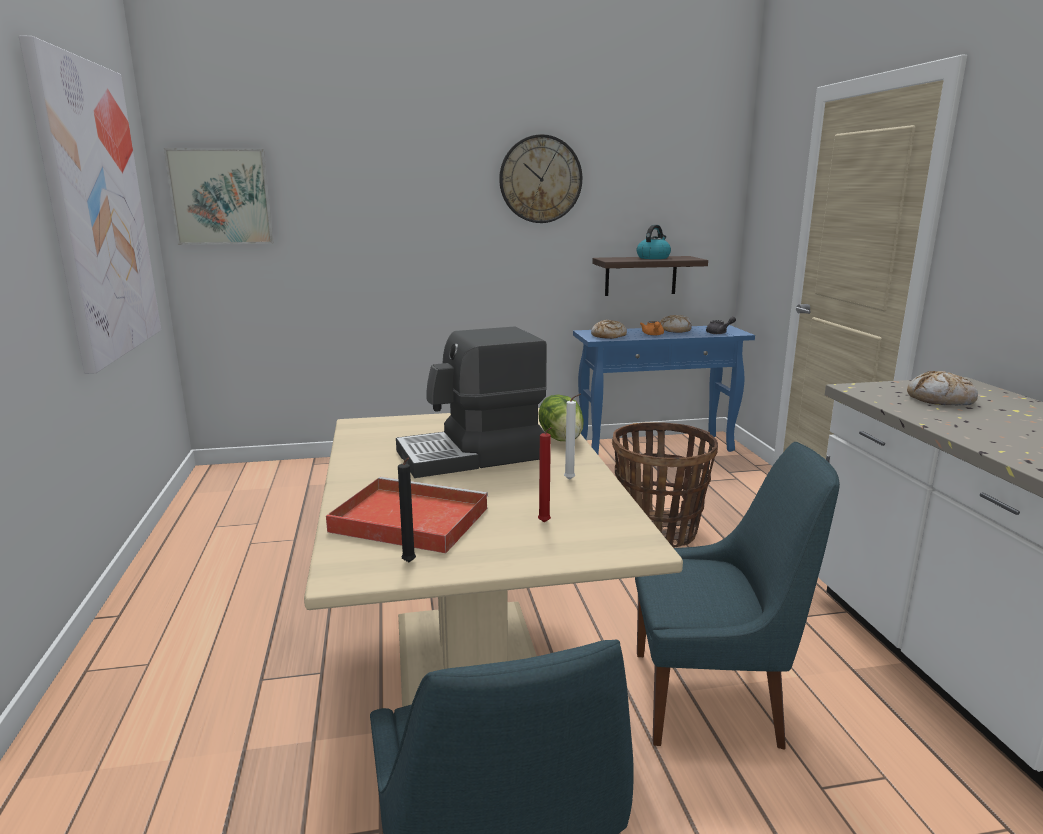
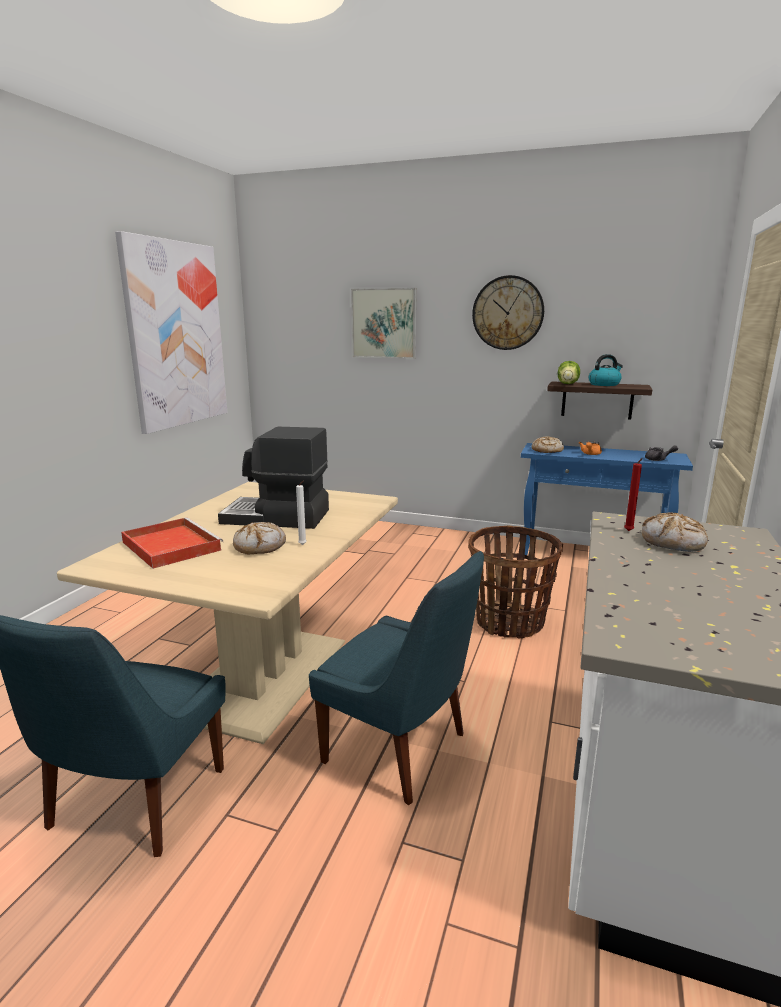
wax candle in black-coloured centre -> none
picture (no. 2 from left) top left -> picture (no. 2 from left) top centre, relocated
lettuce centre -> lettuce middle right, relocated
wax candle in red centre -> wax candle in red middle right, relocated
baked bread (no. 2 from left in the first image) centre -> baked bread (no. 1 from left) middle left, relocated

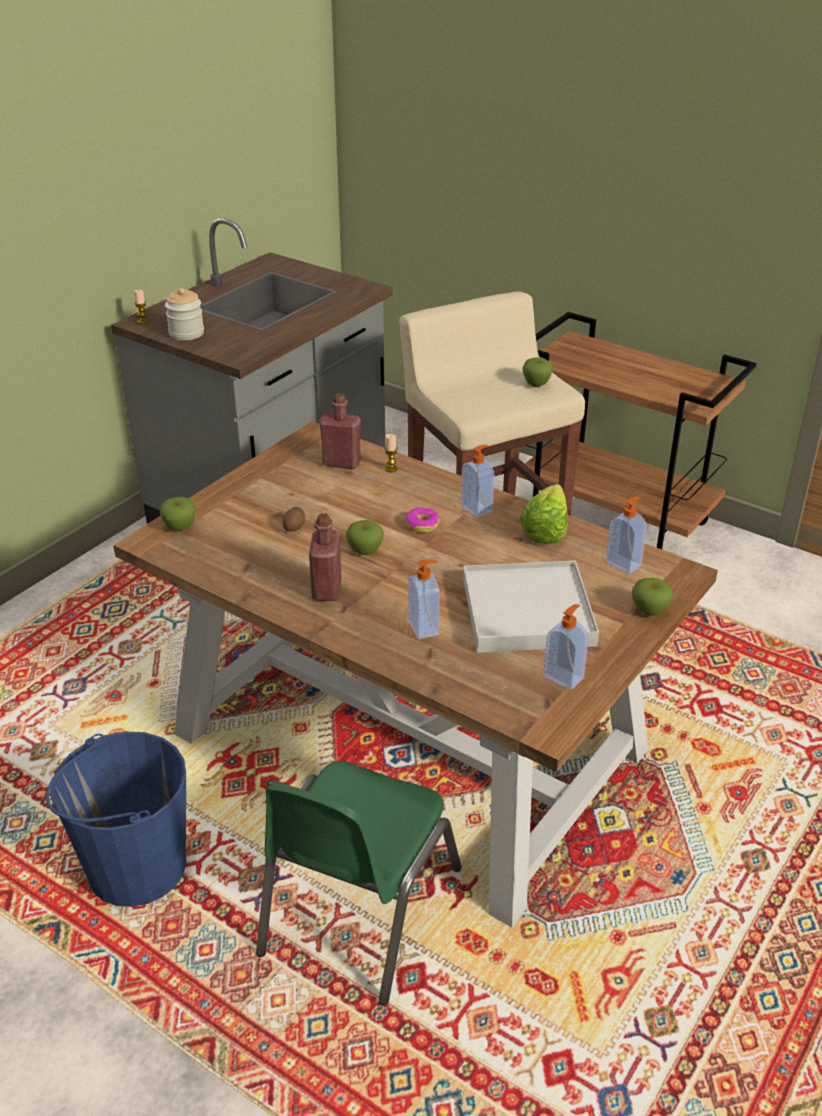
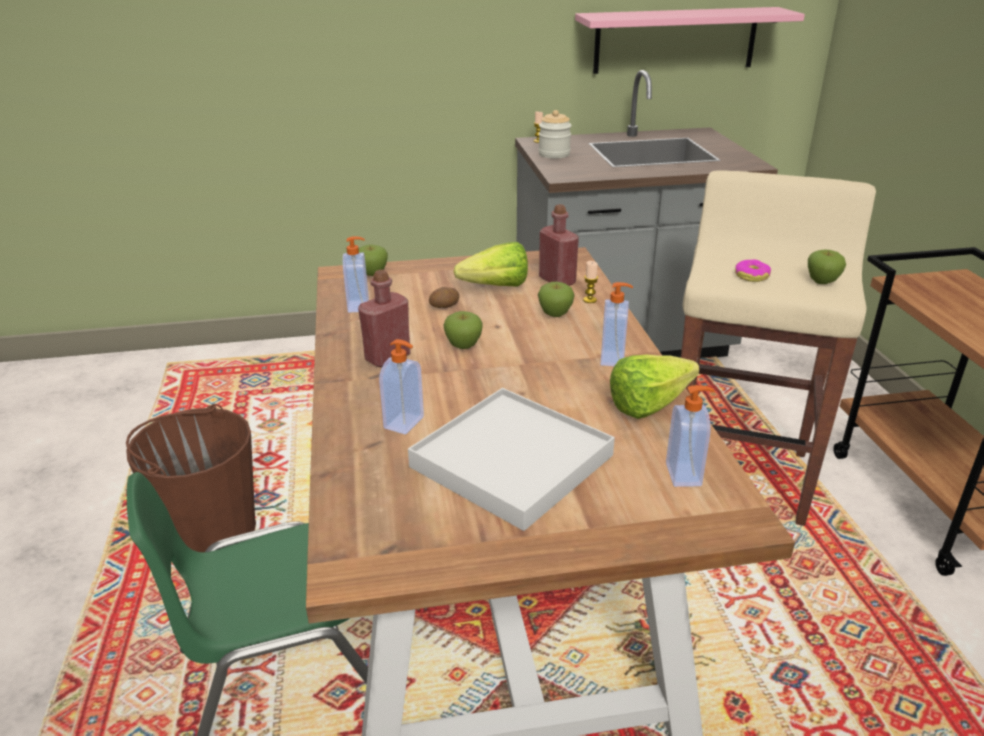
none -> lettuce (no. 1 from left) centre
none -> wall shelf in pink-coloured top right
ring doughnut centre -> ring doughnut middle right, relocated
soap bottle (no. 3 from left in the first image) middle right -> soap bottle (no. 1 from left) centre, relocated
apple fruit (no. 4 from left in the first image) middle right -> apple fruit (no. 3 from left) centre, relocated
bucket in bluish bottom left -> bucket in brown-coloured middle left

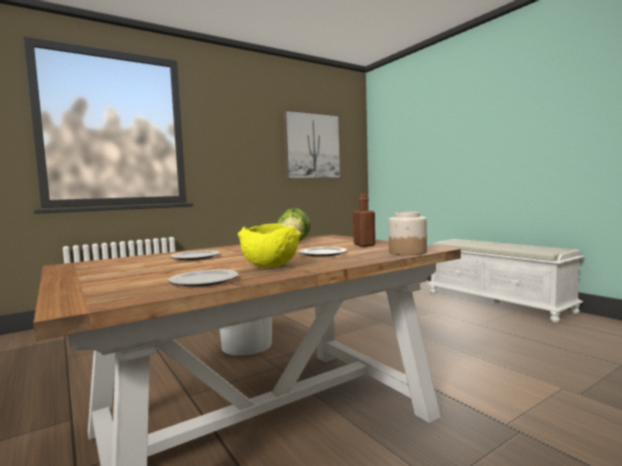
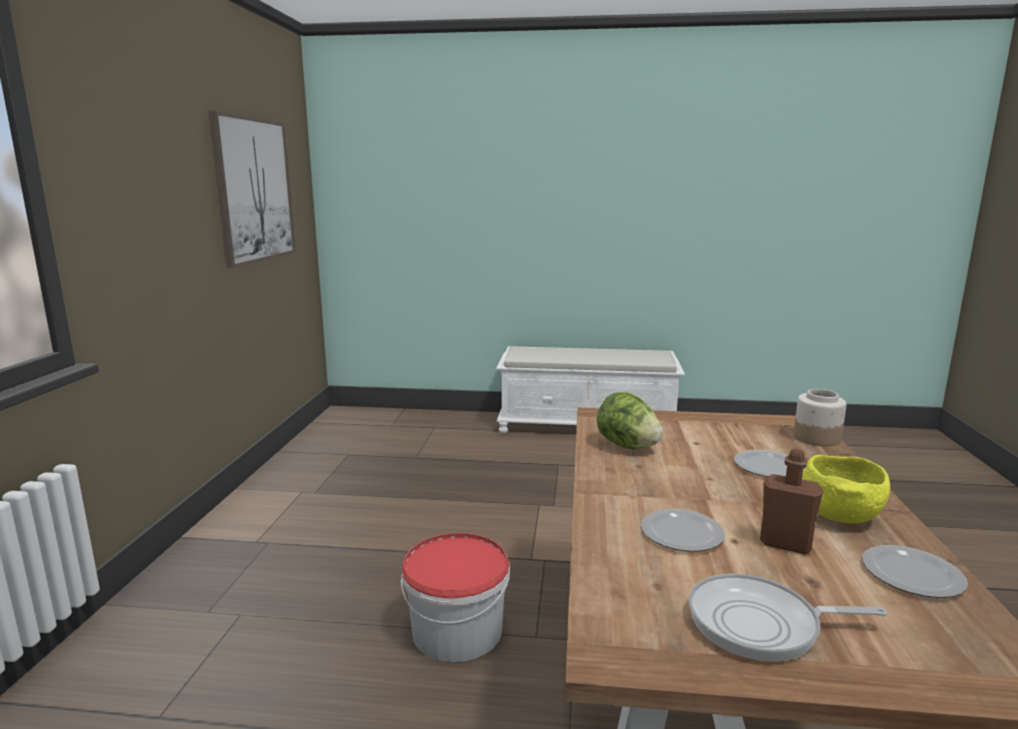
none -> pan bottom right
drink bottle in brown-coloured centre -> drink bottle in brown-coloured bottom right, relocated

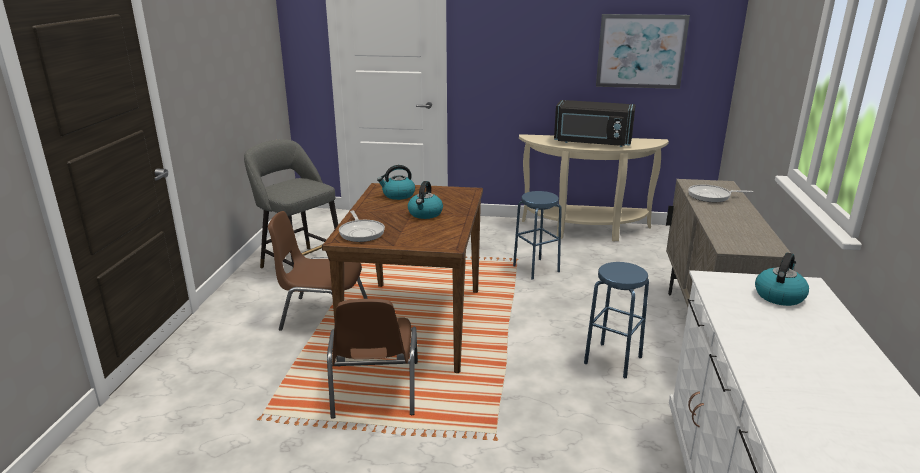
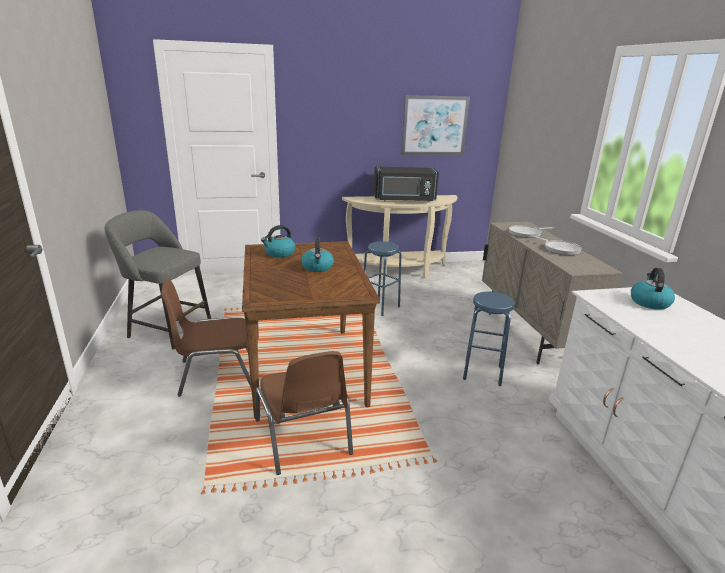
pan (no. 1 from left in the first image) centre -> pan (no. 2 from left) middle right, relocated

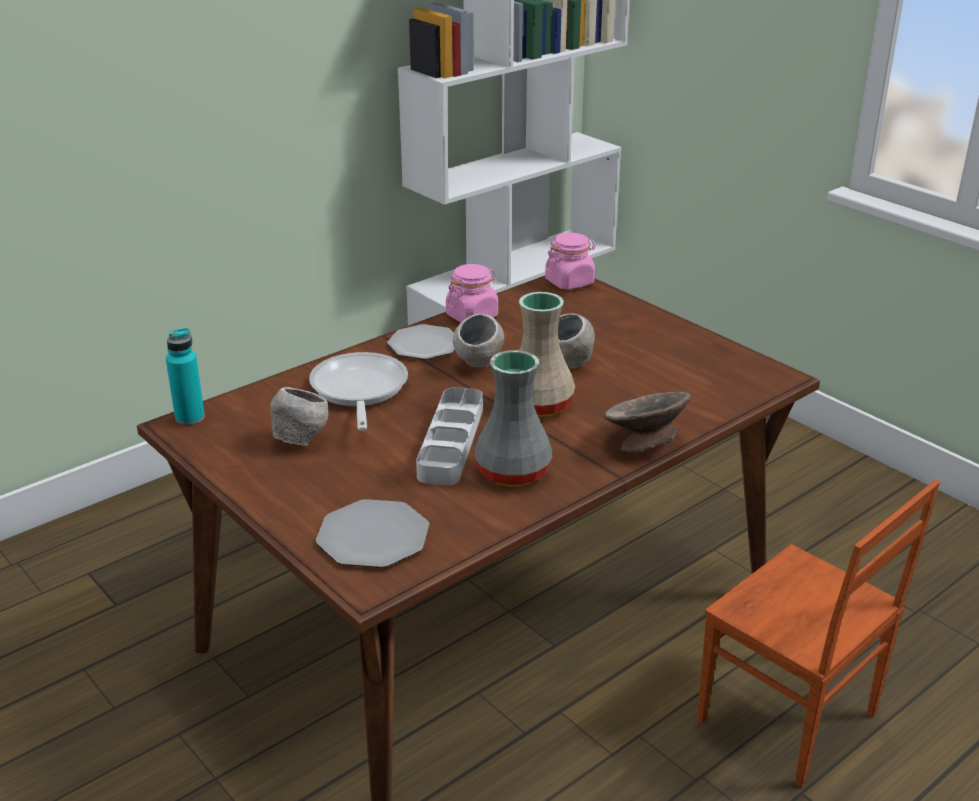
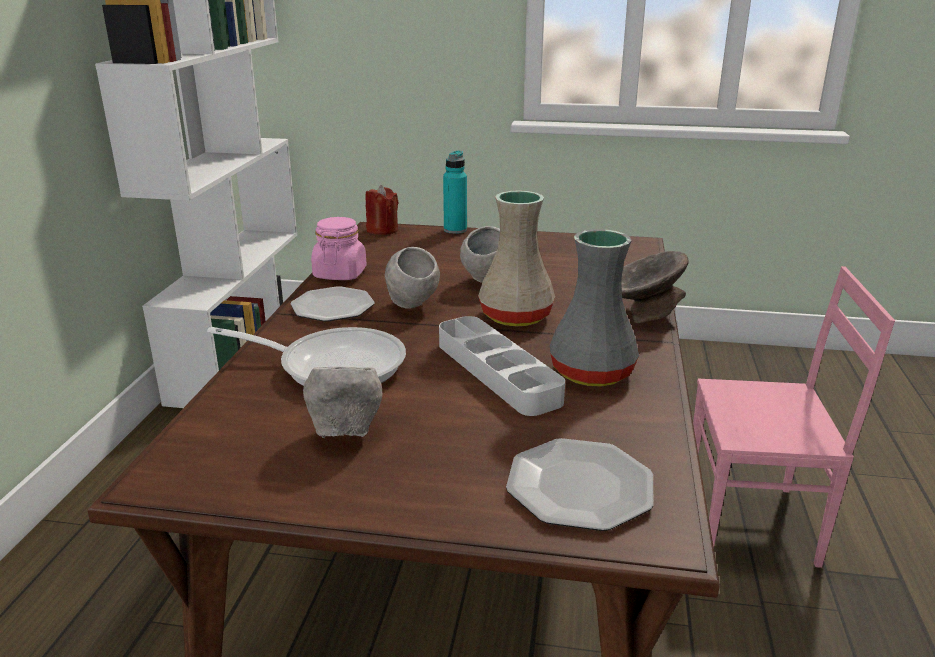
drink bottle in turquoise middle left -> drink bottle in turquoise top centre, relocated
preserve jar in pink-coloured (no. 2 from left) top centre -> wax candle in red top centre
plain chair in brown-coloured bottom right -> plain chair in pink-coloured middle right
pan centre -> pan middle left, 150 degrees clockwise

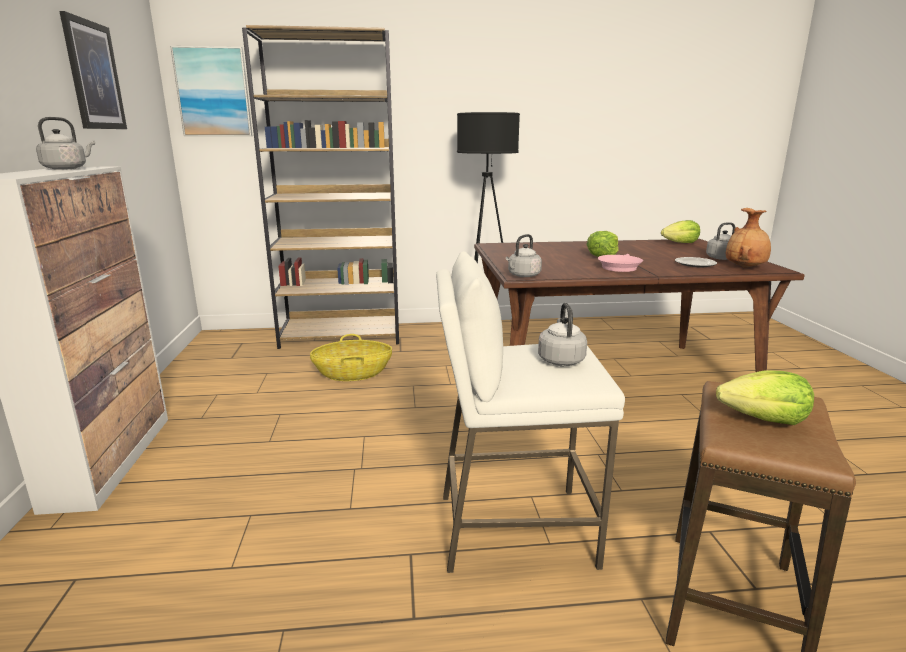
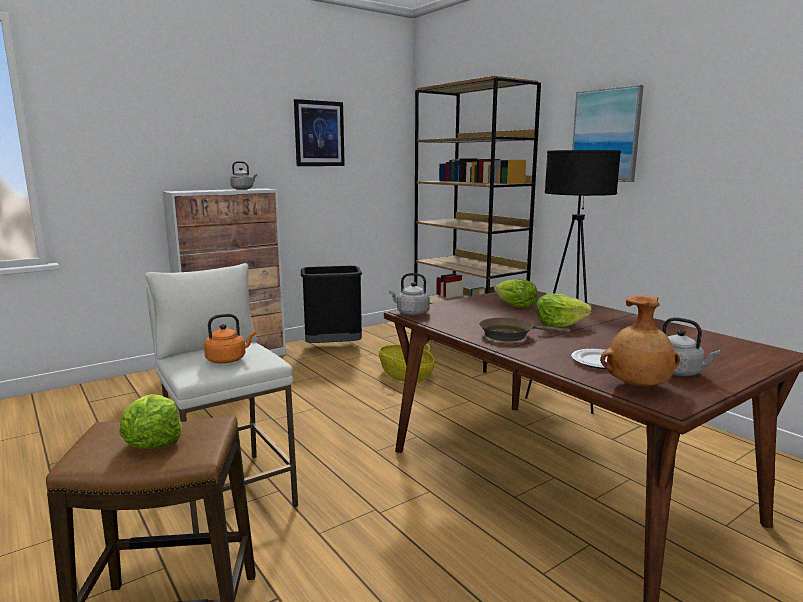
none -> waste bin in black-coloured centre
picture (no. 2 from left) top left -> picture (no. 2 from left) top right, relocated
lettuce (no. 2 from left) middle right -> lettuce (no. 2 from left) centre, relocated
kettle in greyish (no. 3 from left) centre -> kettle in orange-coloured middle left
pan in pink-coloured middle right -> pan in brown-coloured centre

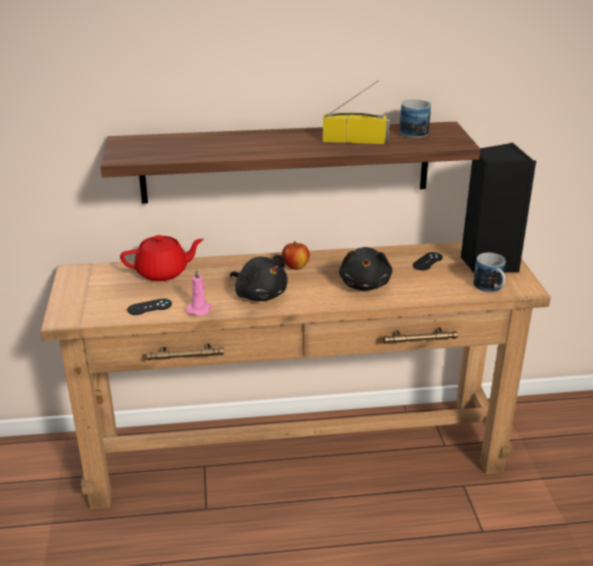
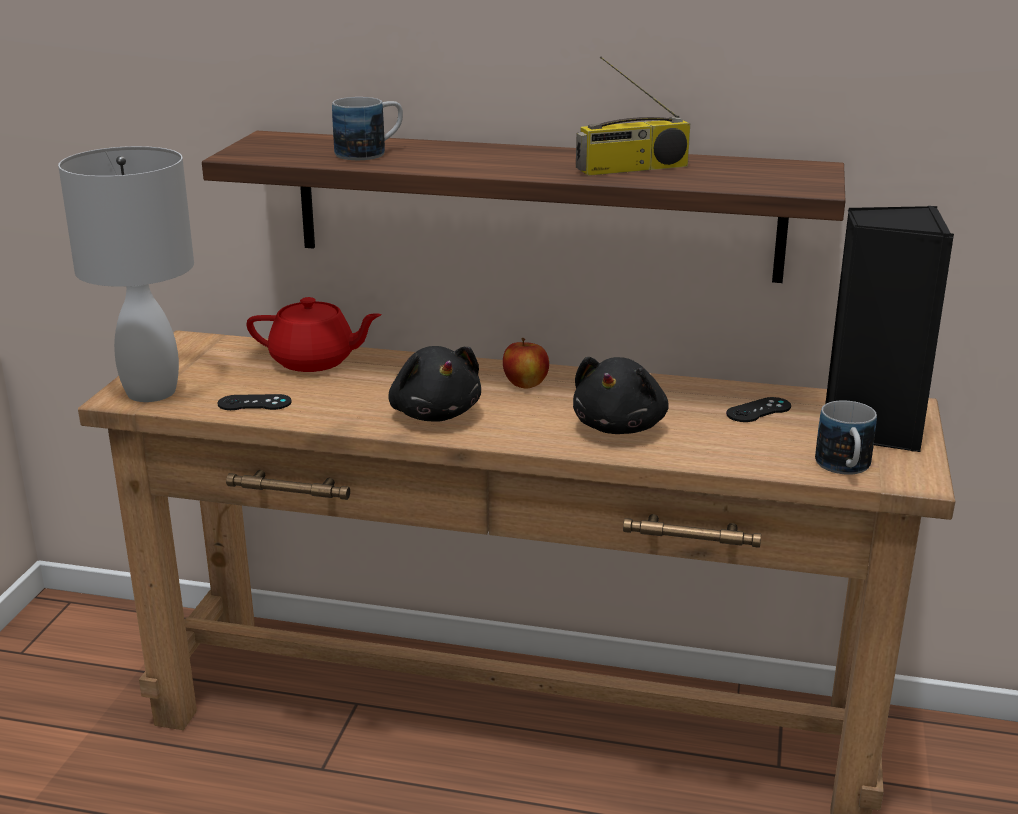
wax candle in pink-coloured centre -> none
none -> table lamp in white-coloured middle left
mug (no. 1 from left) top right -> mug (no. 1 from left) top centre, relocated
radio top centre, 135 degrees clockwise

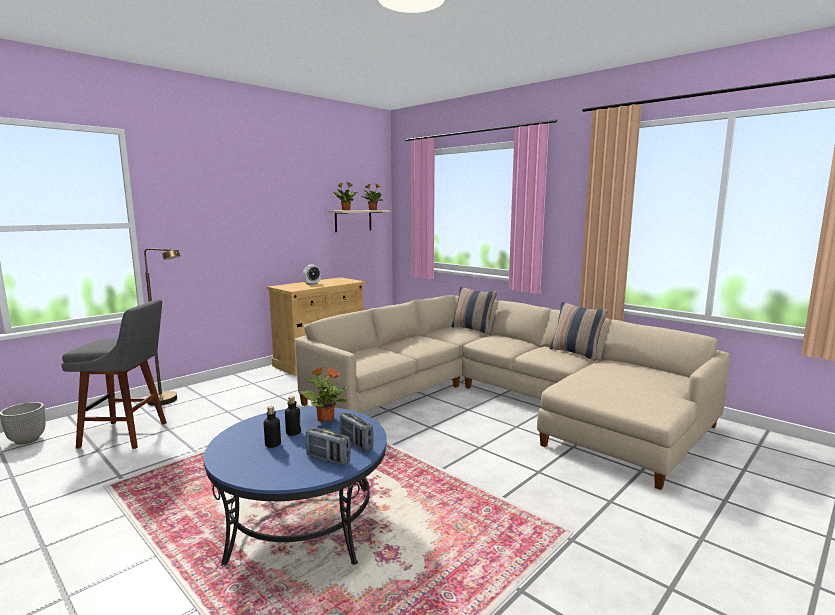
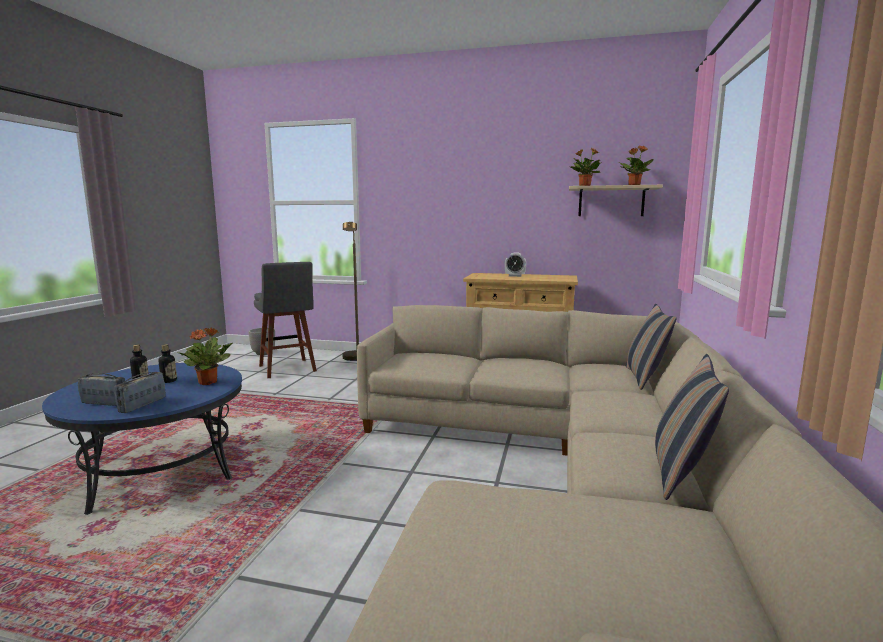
radio (no. 1 from left) bottom centre -> radio (no. 1 from left) middle left, 105 degrees clockwise

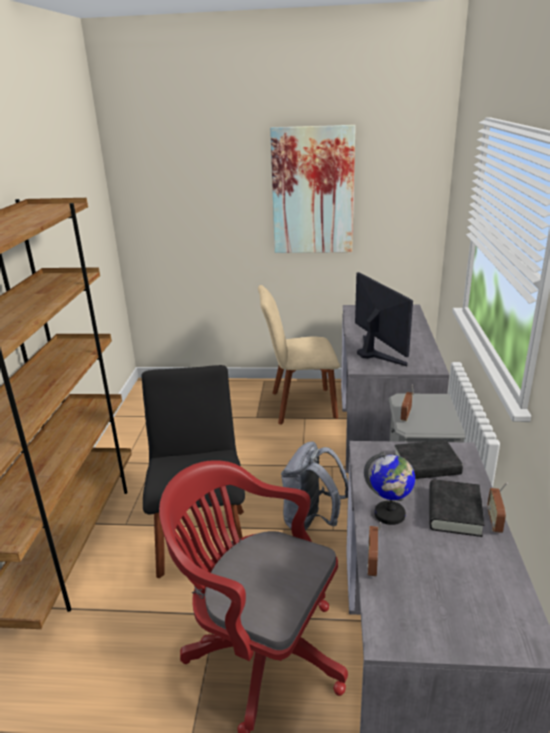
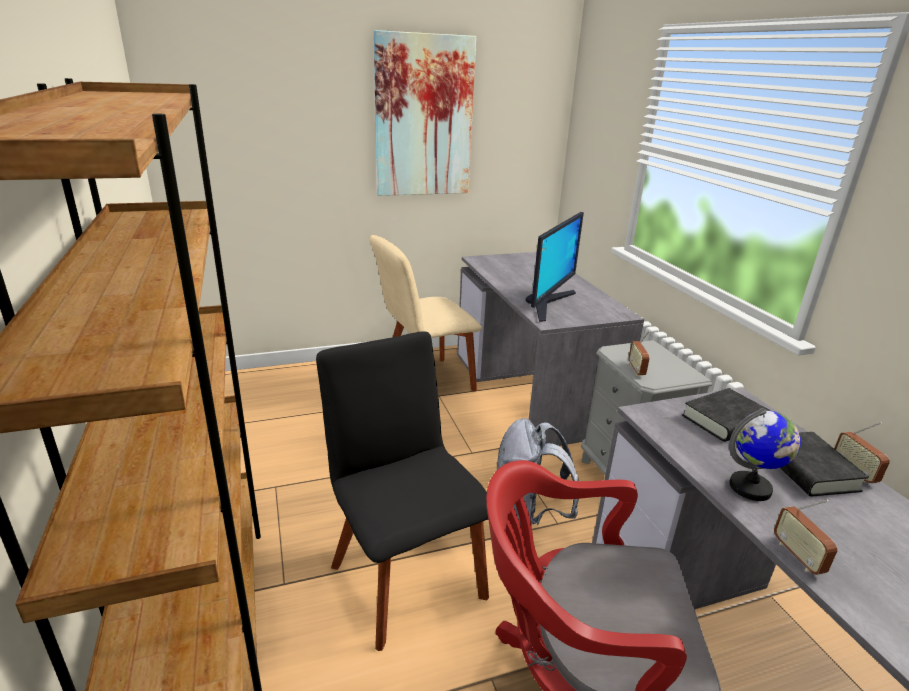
computer display middle right -> computer display centre, 75 degrees clockwise

